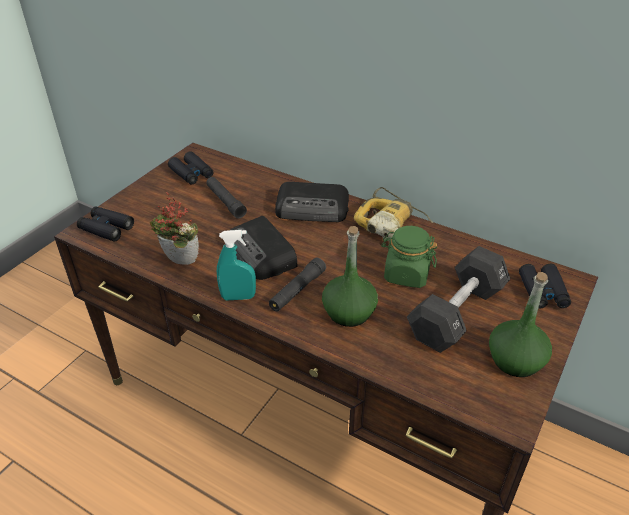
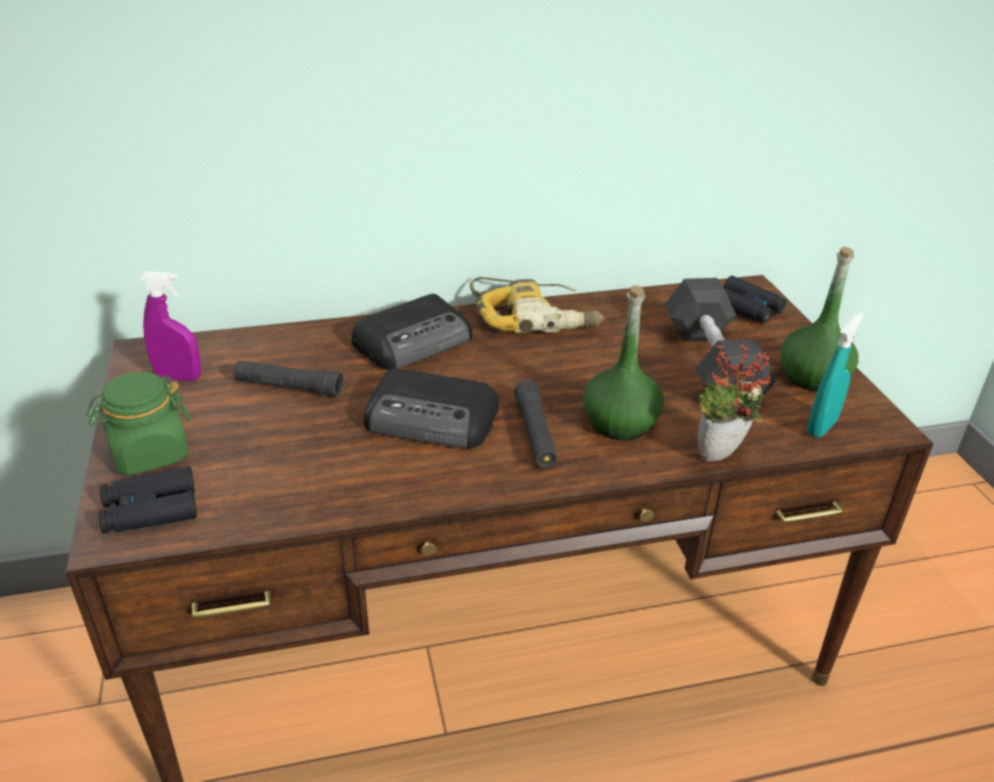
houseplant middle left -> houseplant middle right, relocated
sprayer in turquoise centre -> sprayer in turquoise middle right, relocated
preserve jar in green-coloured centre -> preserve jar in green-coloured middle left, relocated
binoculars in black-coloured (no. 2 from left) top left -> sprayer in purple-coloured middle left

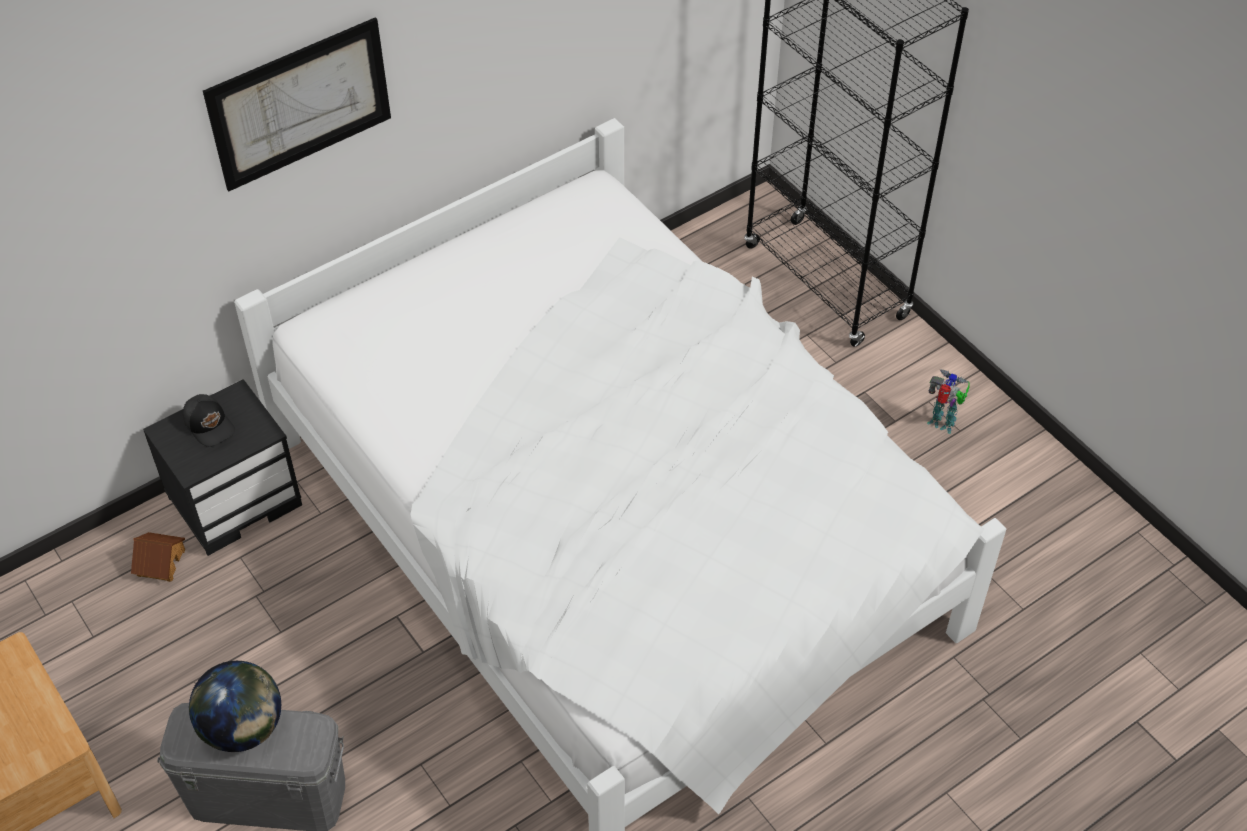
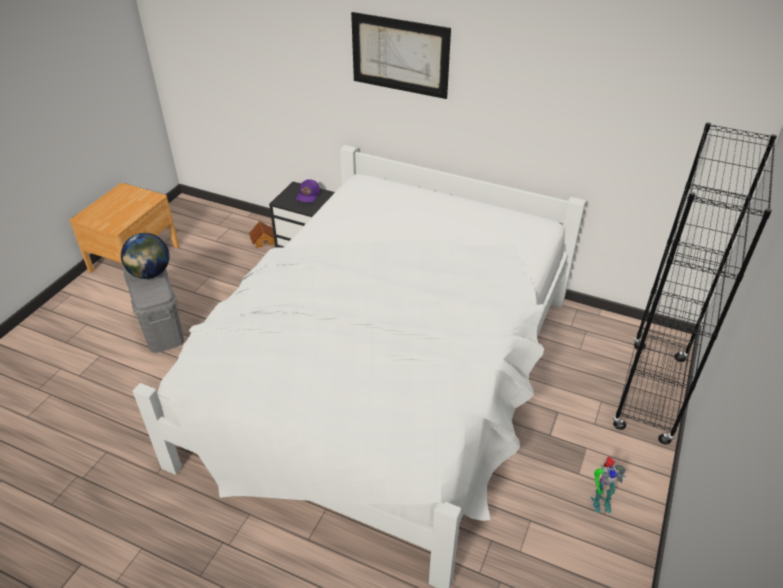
peaked cap in black-coloured middle left -> peaked cap in purple-coloured top centre
model robot middle right -> model robot bottom right, 90 degrees clockwise

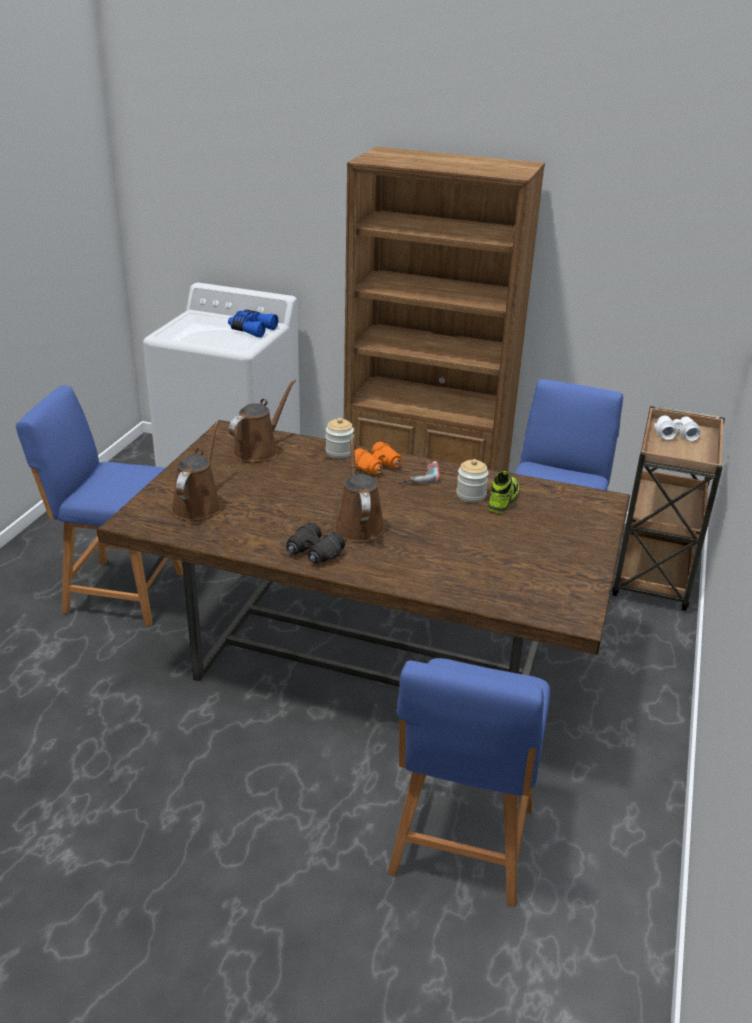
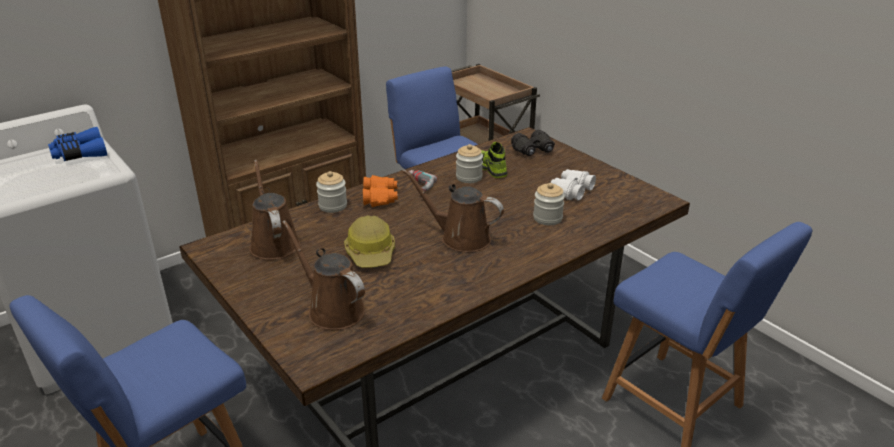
none -> safety helmet centre
none -> preserve jar (no. 3 from left) centre
binoculars in black-coloured centre -> binoculars in black-coloured top centre, relocated
binoculars in white-coloured middle right -> binoculars in white-coloured centre, relocated

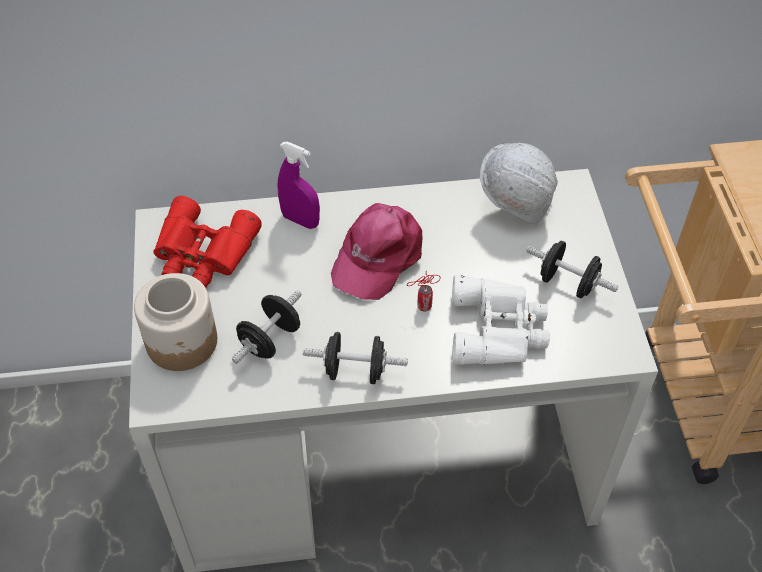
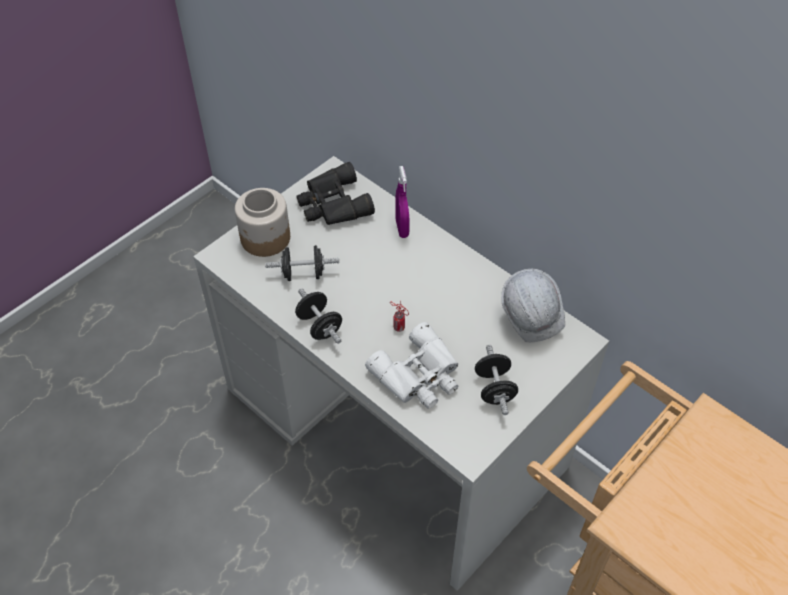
peaked cap in pink-coloured centre -> none
binoculars in red middle left -> binoculars in black-coloured top centre

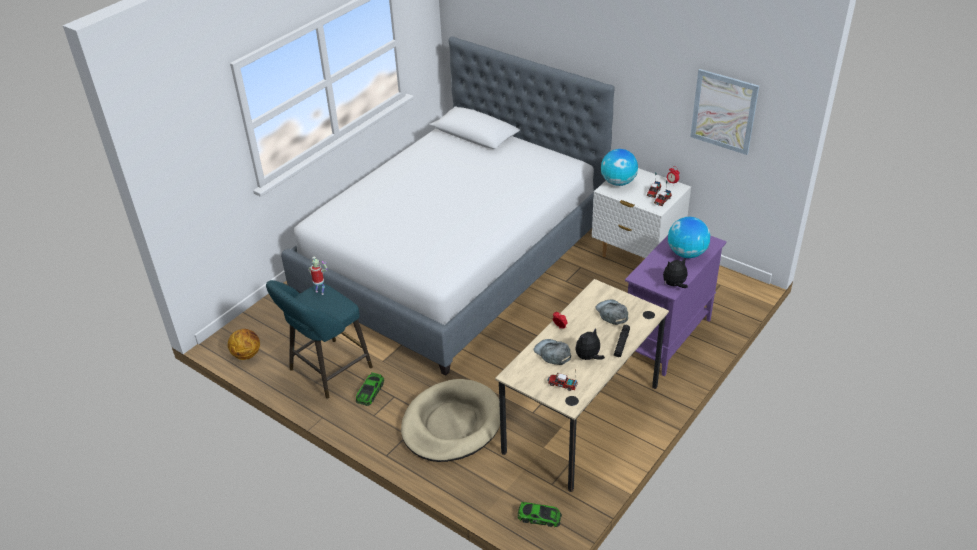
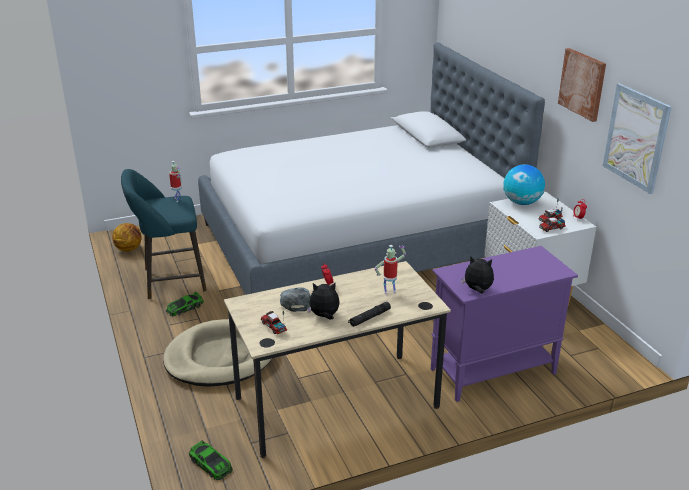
desk globe (no. 2 from left) middle right -> none
none -> picture (no. 1 from left) top right
peaked cap in greyish (no. 2 from left) centre -> model robot (no. 2 from left) centre

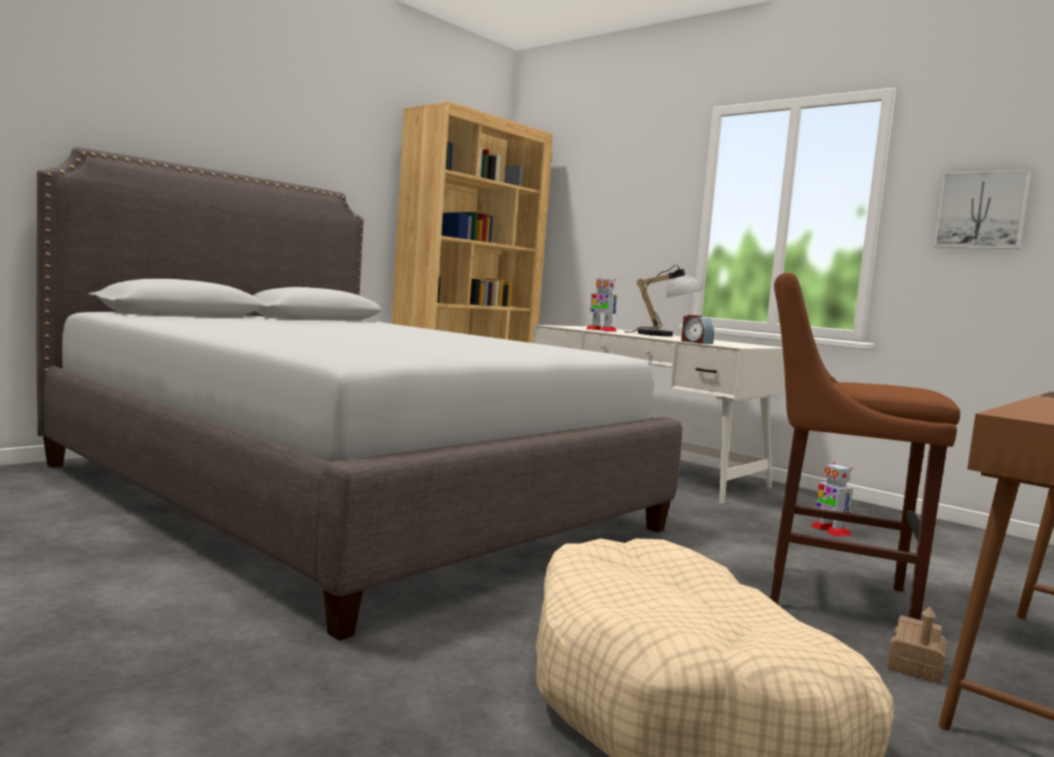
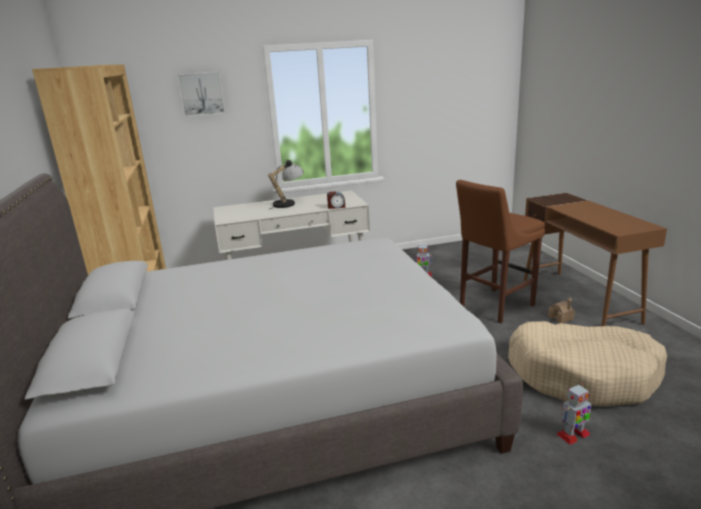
model robot (no. 1 from left in the first image) centre -> model robot (no. 2 from left) bottom right, relocated
picture top right -> picture top left, relocated

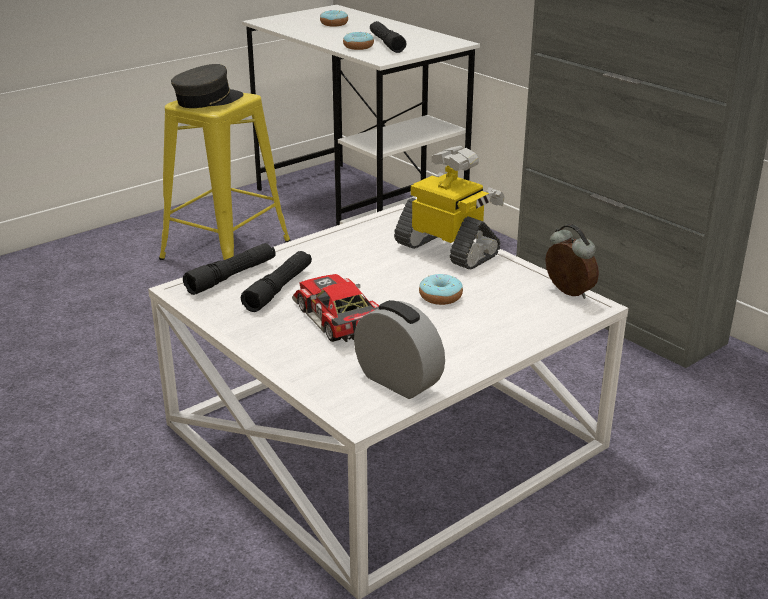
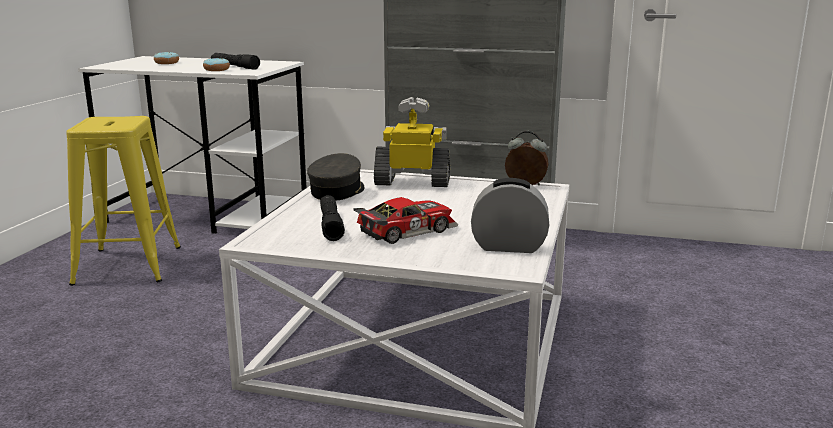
torch in black-coloured (no. 1 from left) middle left -> none
ring doughnut (no. 3 from left) centre -> none
peaked cap in greyish top left -> peaked cap in greyish centre, relocated
toy car centre, 120 degrees clockwise

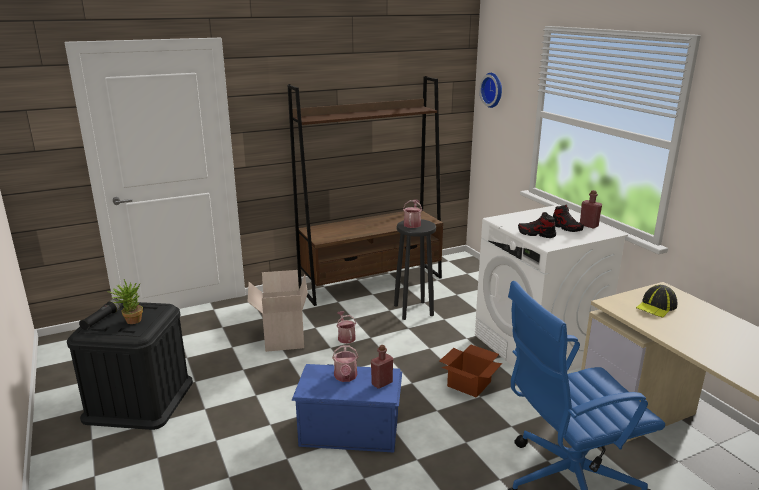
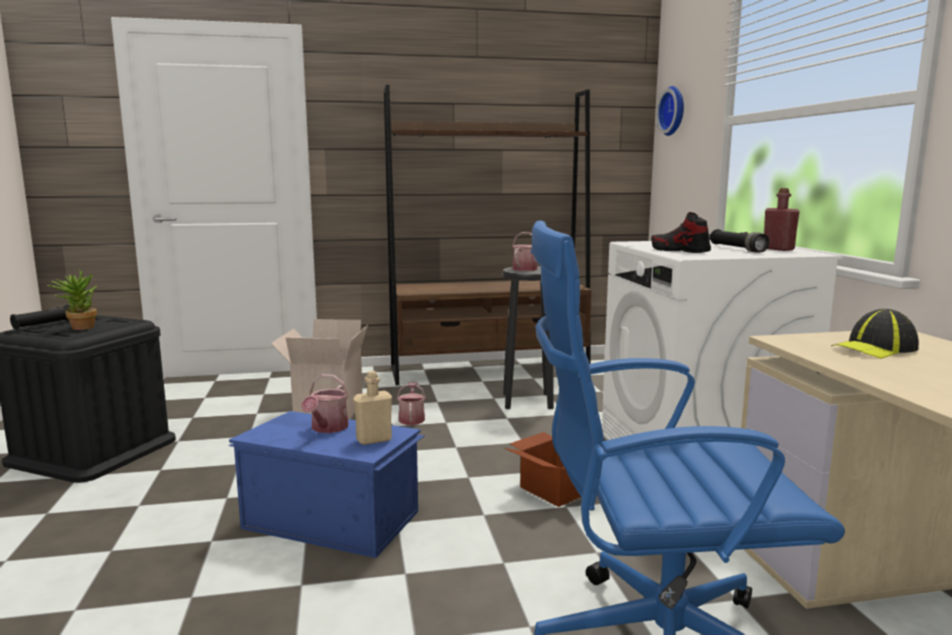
shoe (no. 2 from left) middle right -> torch in black-coloured (no. 2 from left) middle right
drink bottle in red (no. 1 from left) bottom centre -> drink bottle in beige centre

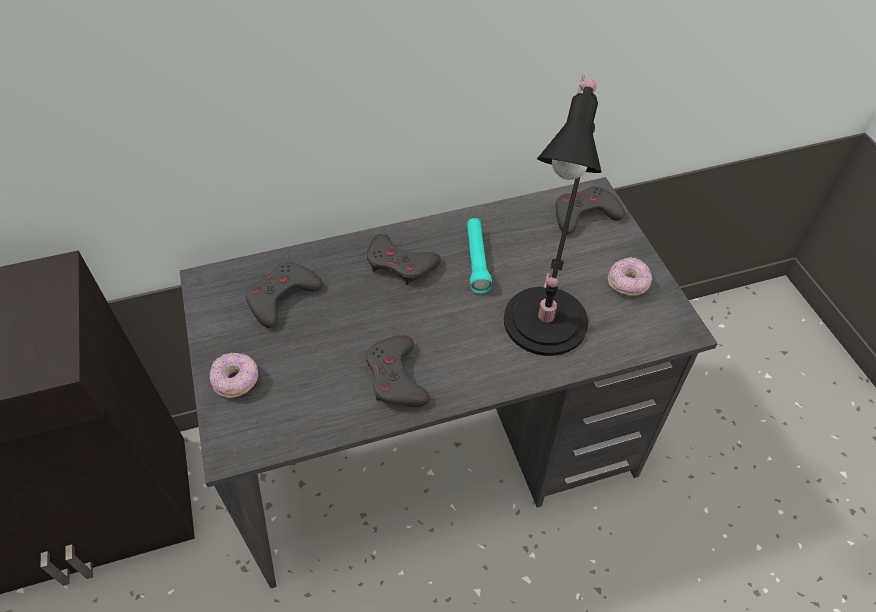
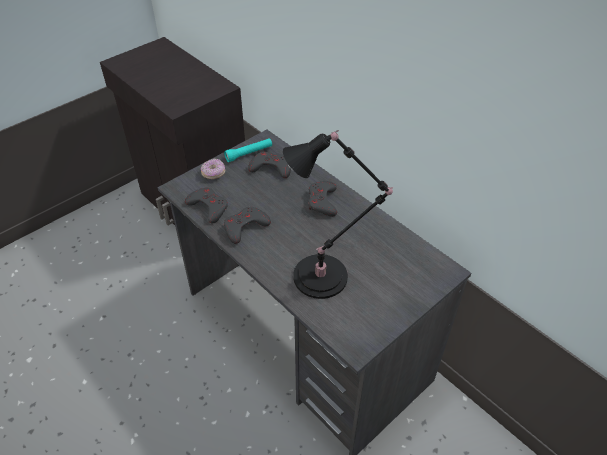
ring doughnut (no. 2 from left) middle right -> none
torch in turquoise centre -> torch in turquoise top centre, relocated
joypad in greyish (no. 4 from left in the first image) middle right -> joypad in greyish (no. 1 from left) centre, relocated

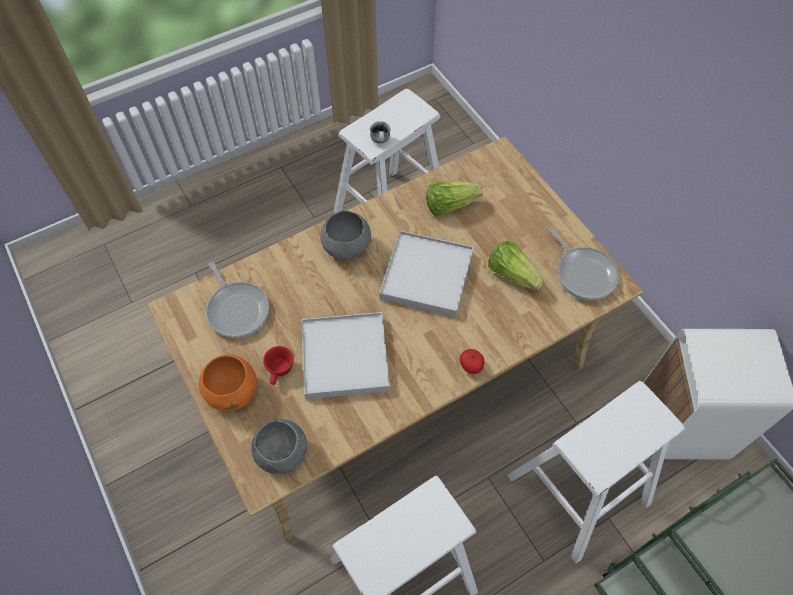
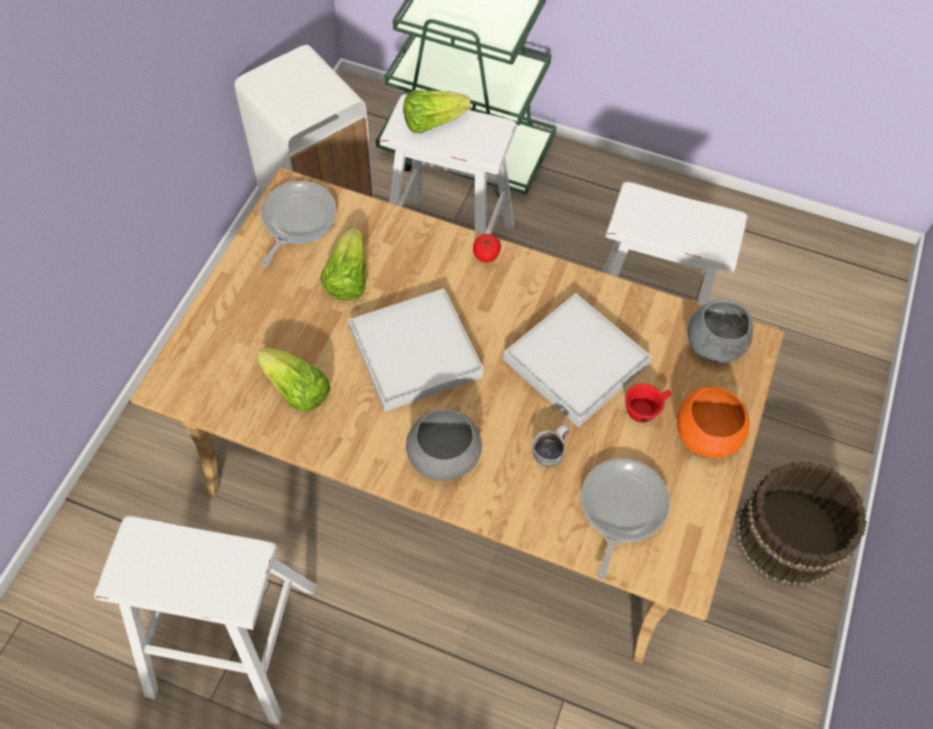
none -> lettuce (no. 3 from left) top centre
none -> bucket in brown-coloured bottom right
mug top centre -> mug centre, relocated

